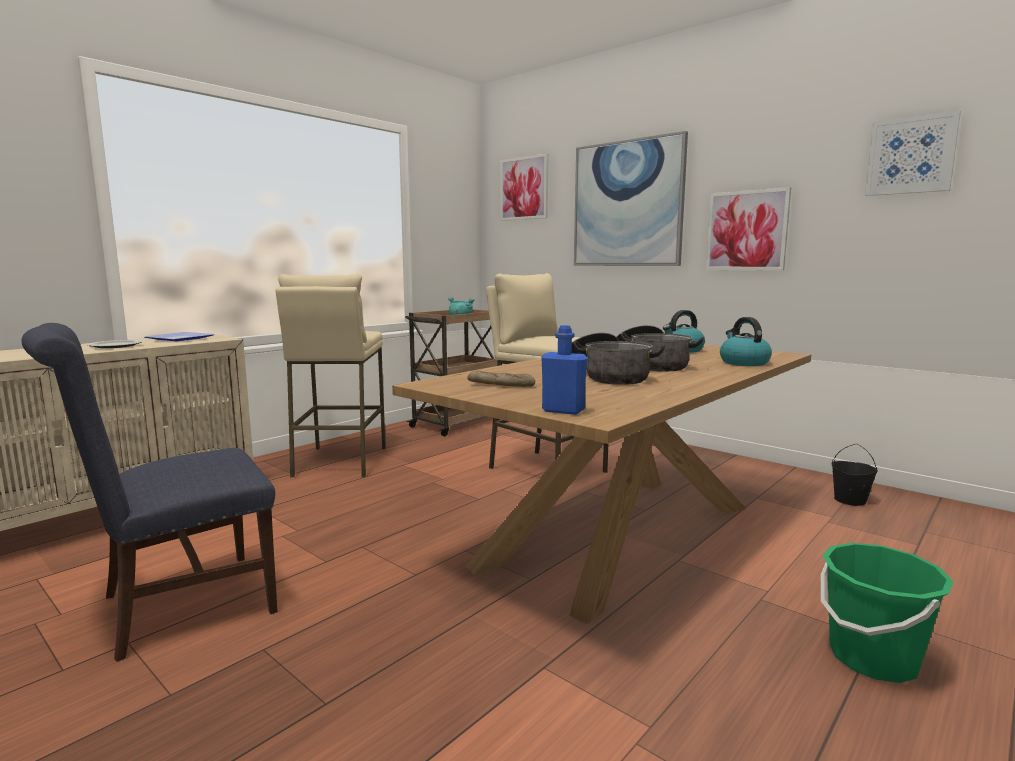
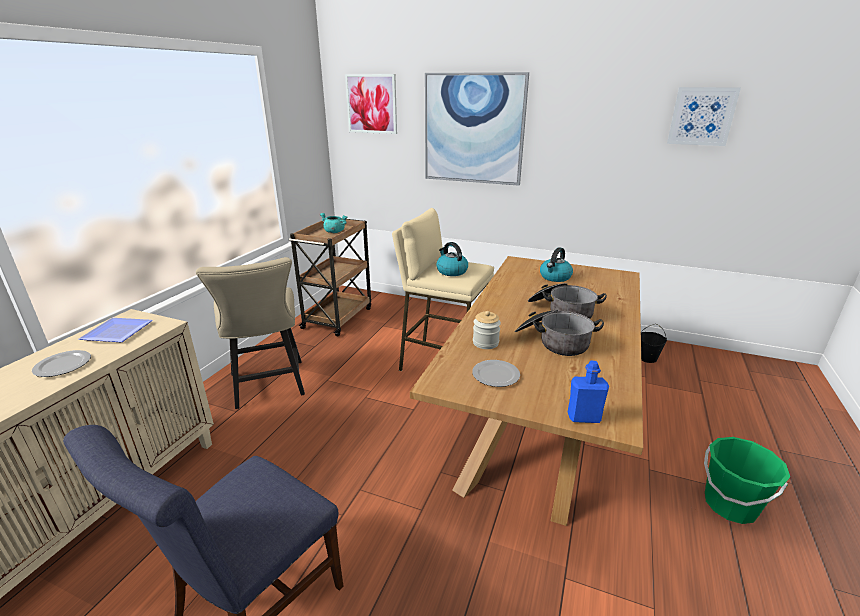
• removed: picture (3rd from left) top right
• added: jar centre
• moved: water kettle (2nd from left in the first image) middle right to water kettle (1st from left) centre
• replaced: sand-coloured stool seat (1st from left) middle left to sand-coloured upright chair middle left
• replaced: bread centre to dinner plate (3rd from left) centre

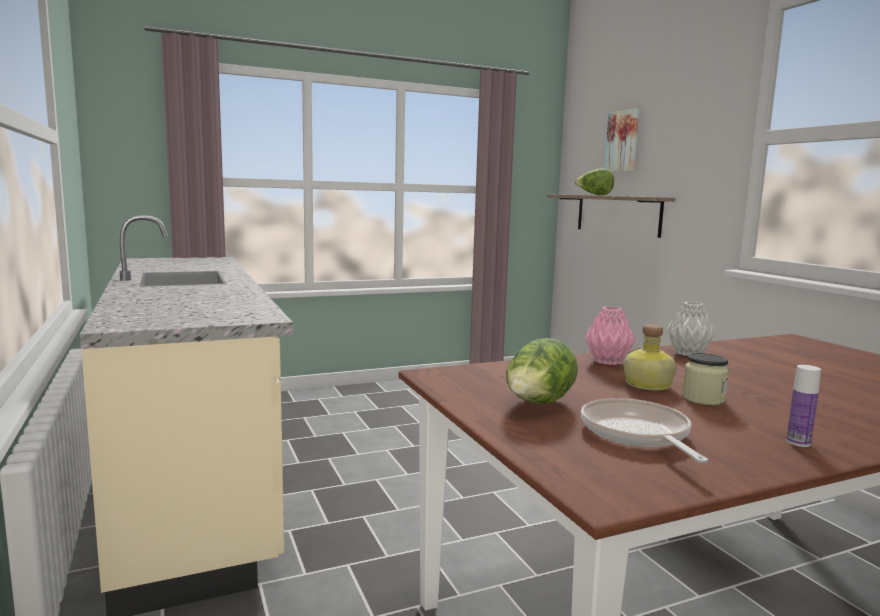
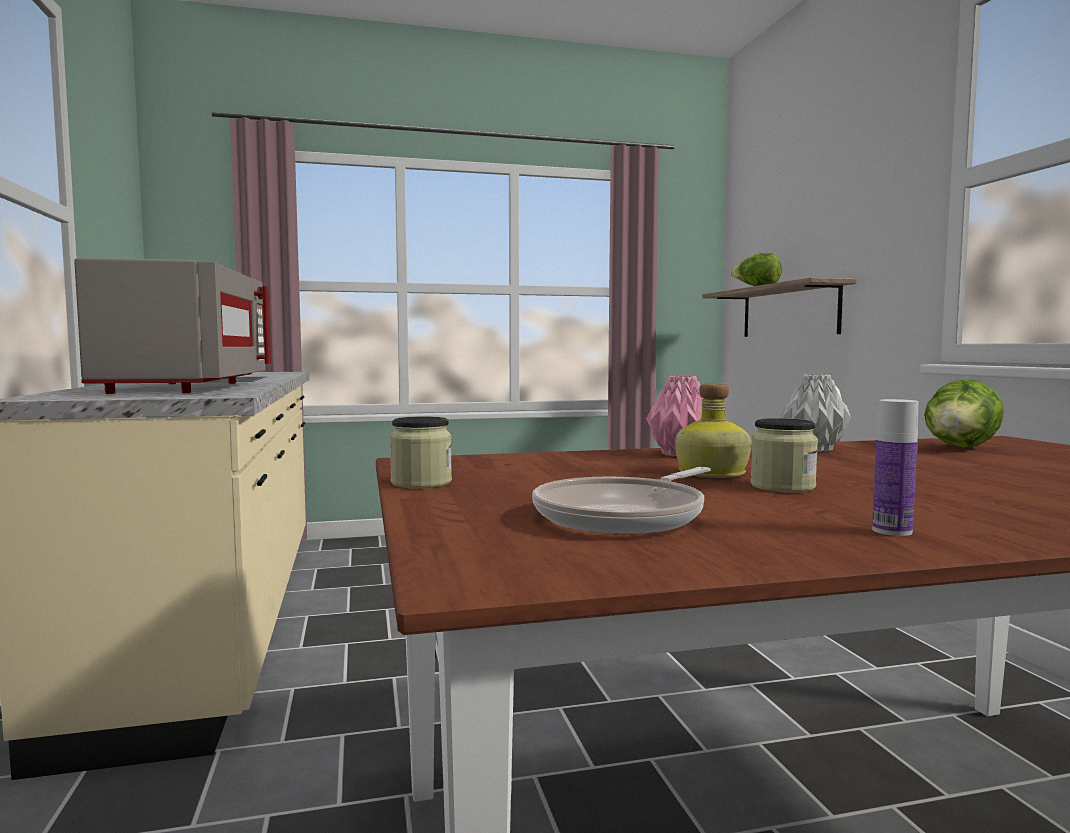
• removed: picture top right
• added: grey microwave middle left
• added: jar (1st from left) centre
• moved: lettuce (1st from left in the first image) centre to lettuce (2nd from left) middle right
• turned: frying pan bottom right = centre 135 degrees counterclockwise

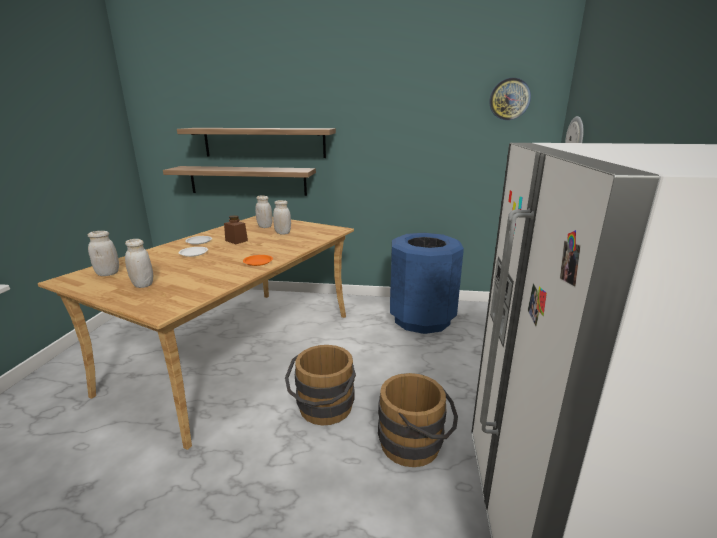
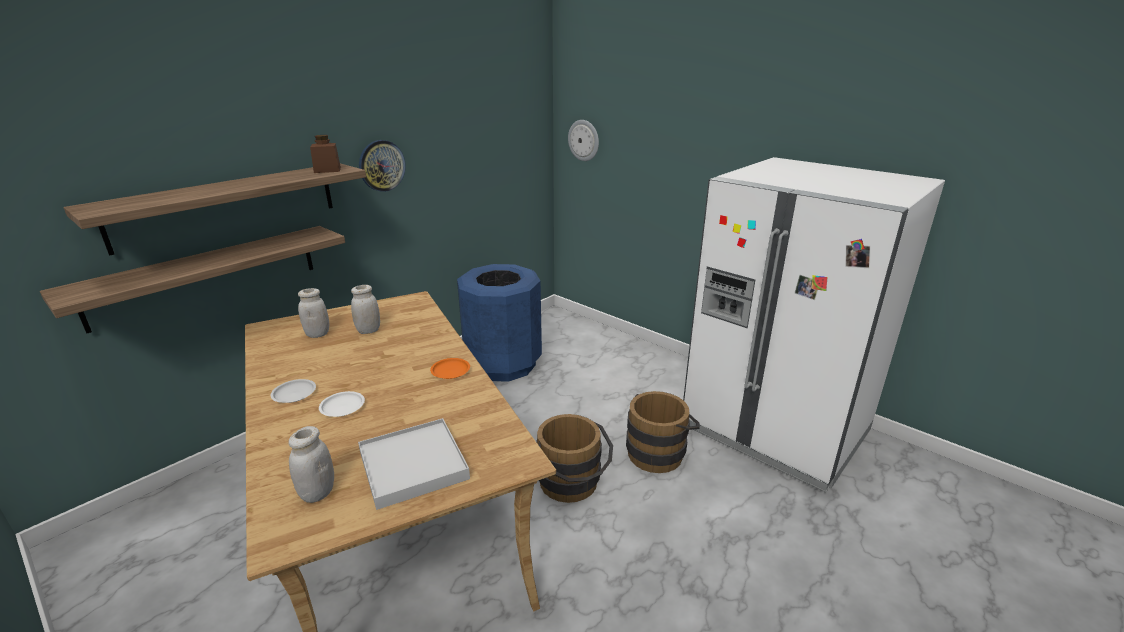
• moved: brownish jar middle left to top left
• moved: wall clock (1st from left) top right to top centre
• replaced: whitish jar (2nd from left) middle left to whitish tray bottom centre

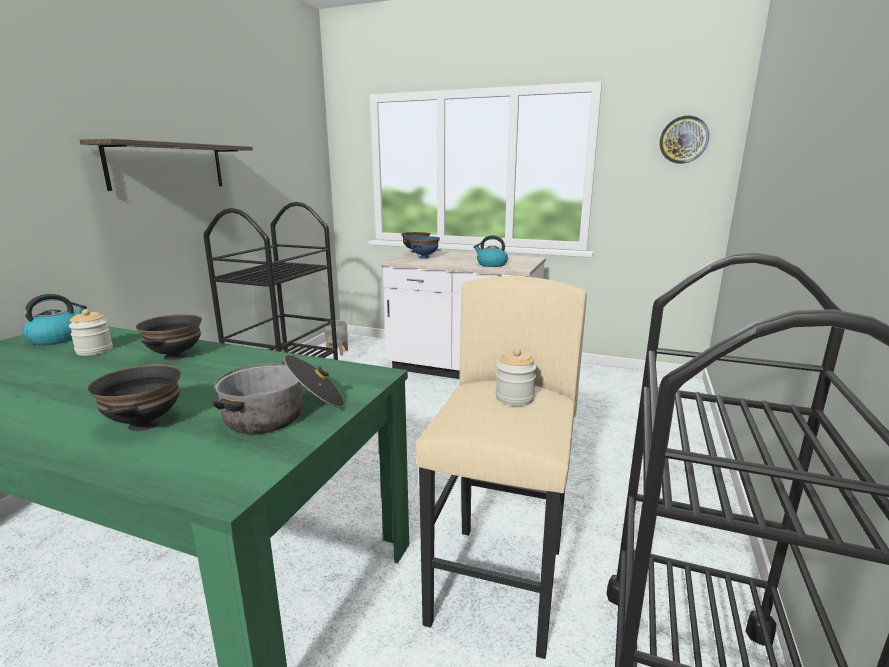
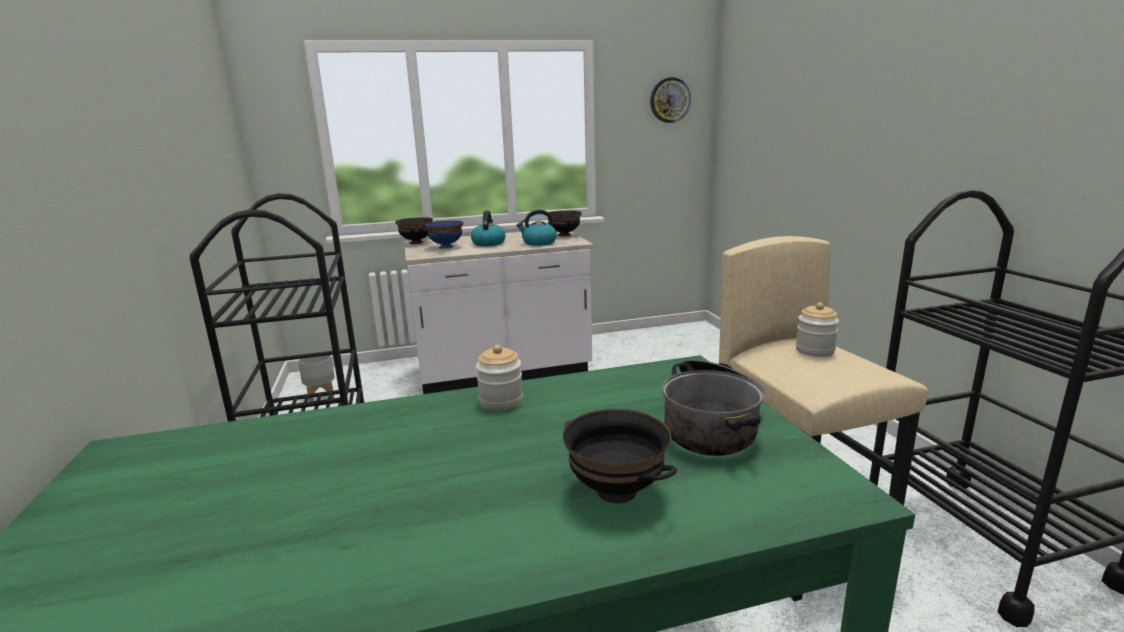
• removed: wall shelf top left
• moved: water kettle (1st from left) middle left to centre
• moved: jar (1st from left) middle left to centre
• moved: blackish deep dish (2nd from left) middle left to centre

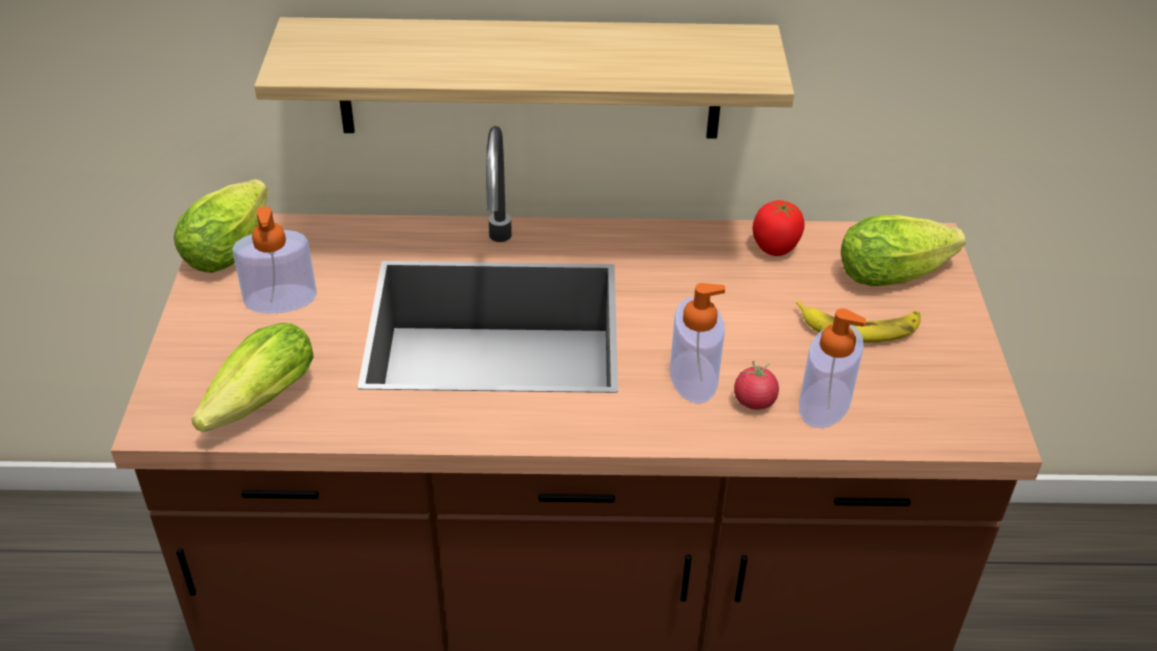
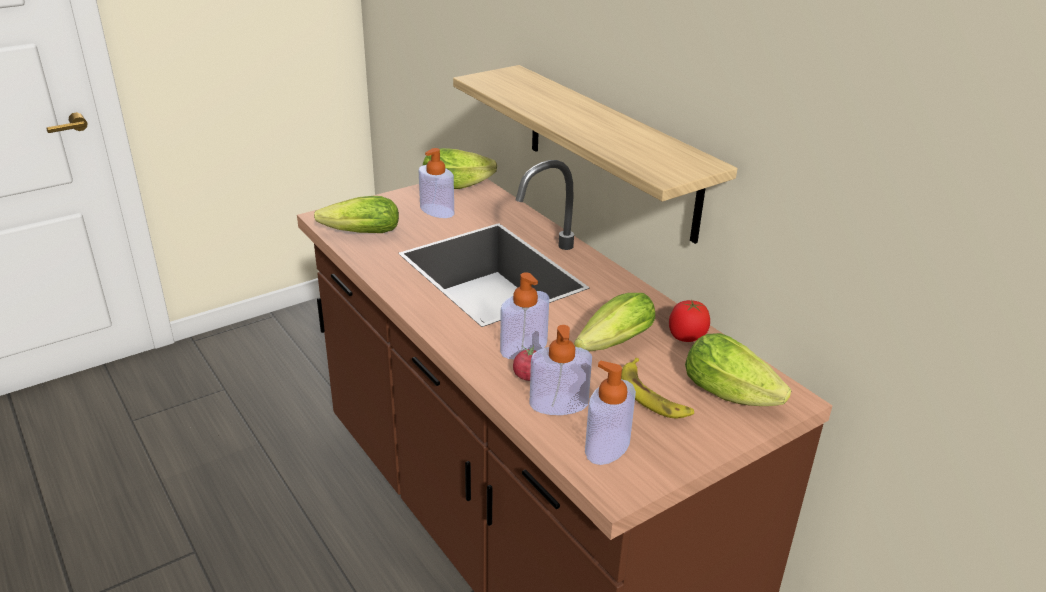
• added: lettuce (3rd from left) centre
• added: soap bottle (4th from left) bottom centre

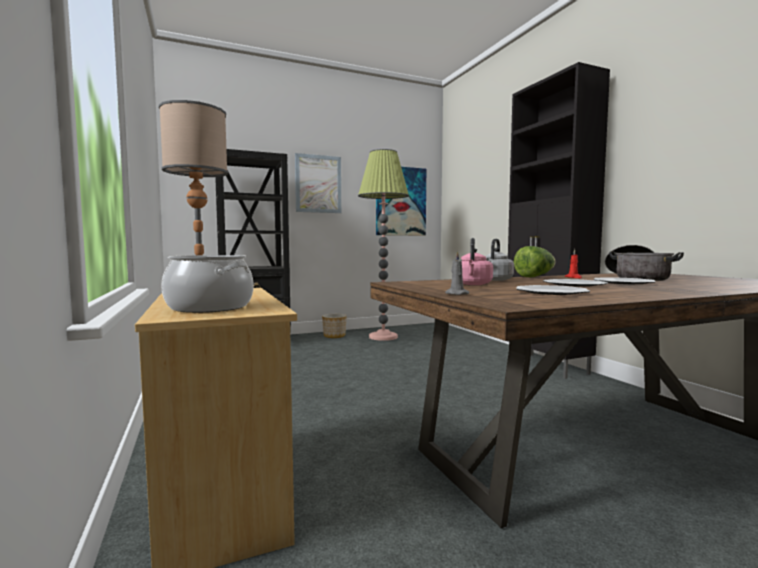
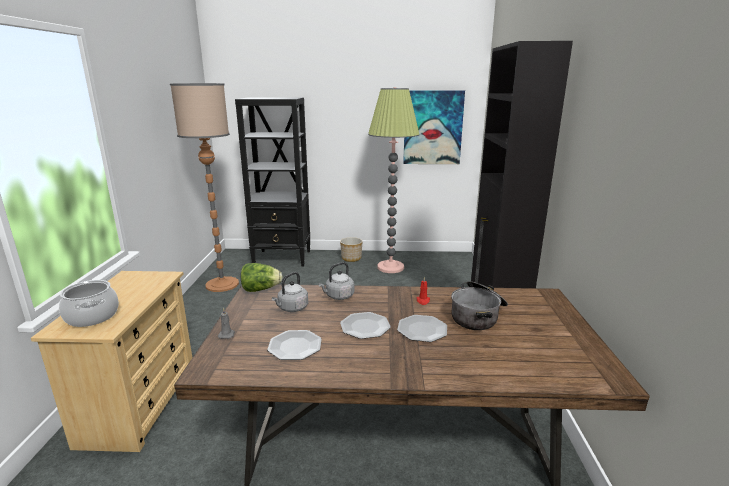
• removed: picture (1st from left) top centre
• moved: lettuce middle right to centre
• recoloured: pink-coloured water kettle centre to grey water kettle (1st from left) centre

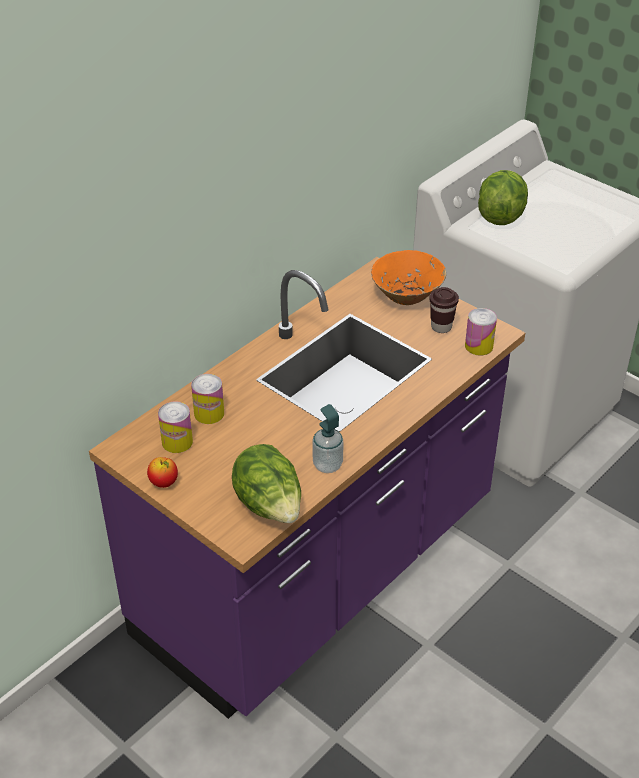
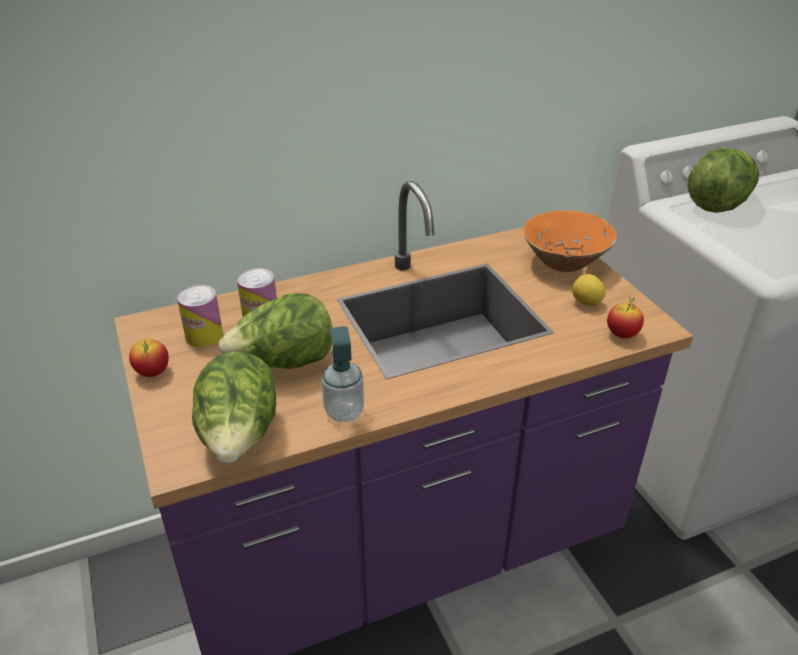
• added: lettuce (2nd from left) centre
• replaced: brownish drinking cup middle right to lemon middle right
• replaced: metal can (3rd from left) middle right to apple fruit (2nd from left) middle right

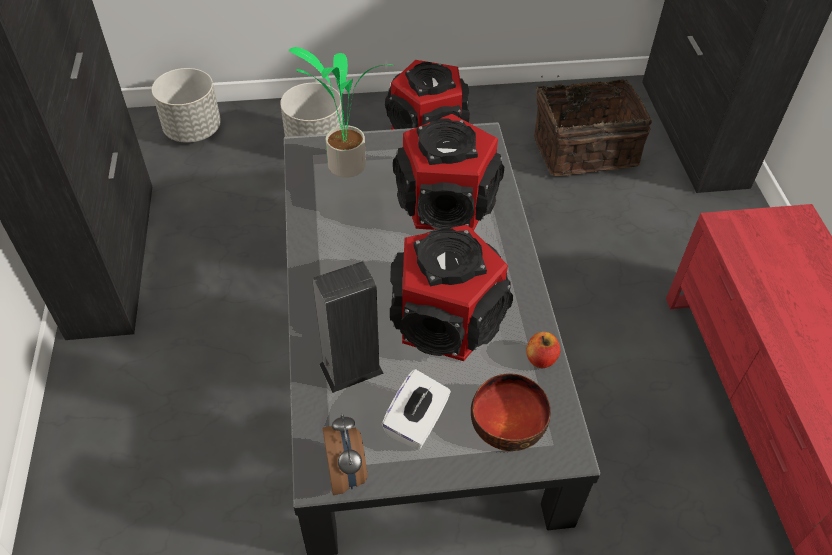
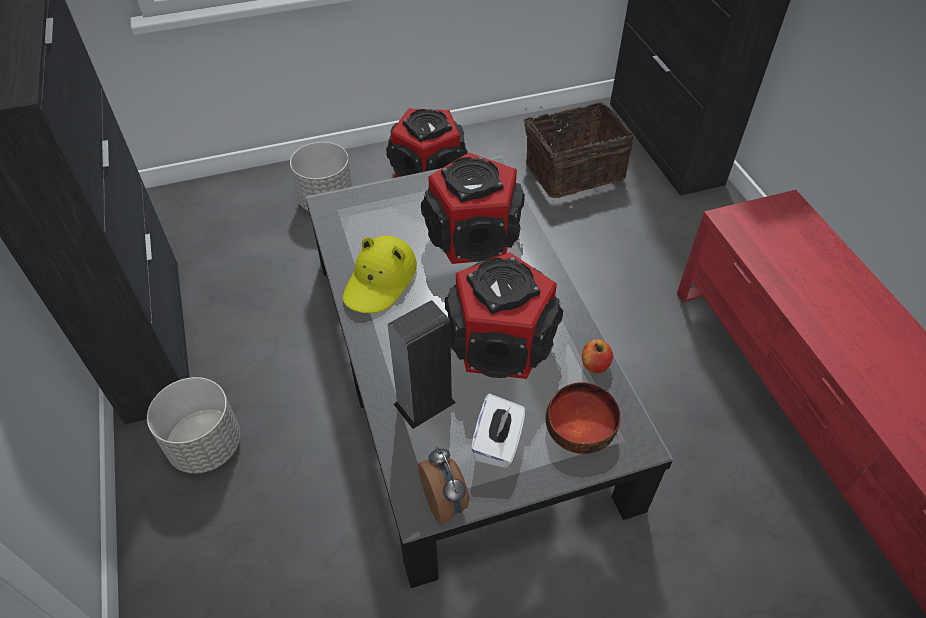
• removed: houseplant top centre
• added: yellow clothing hat centre
• moved: grey planter (1st from left) top left to bottom left

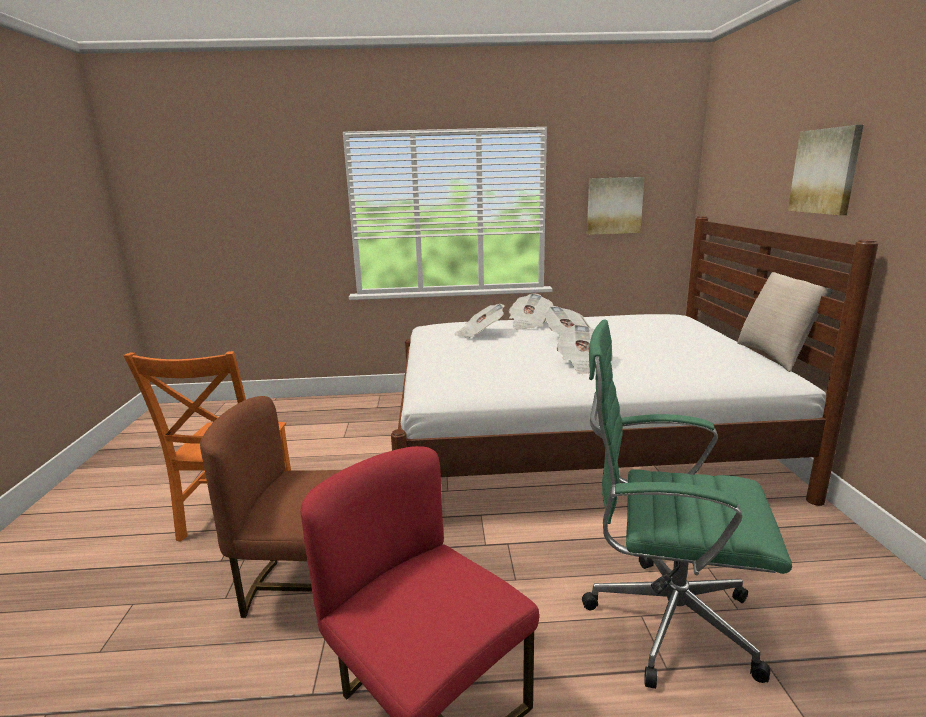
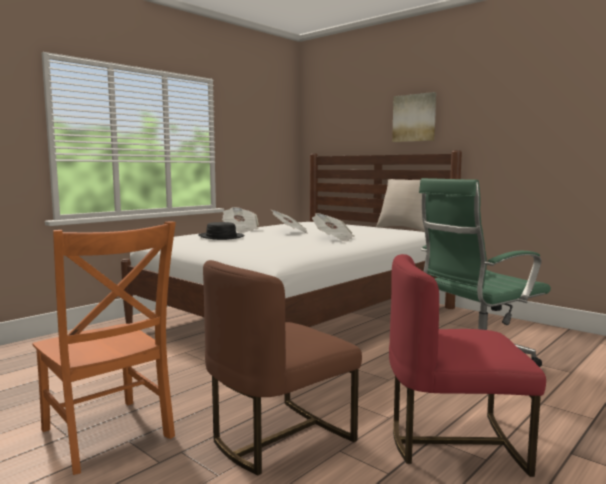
• removed: picture (1st from left) top centre
• replaced: newspaper (1st from left) centre to blackish clothing hat centre

